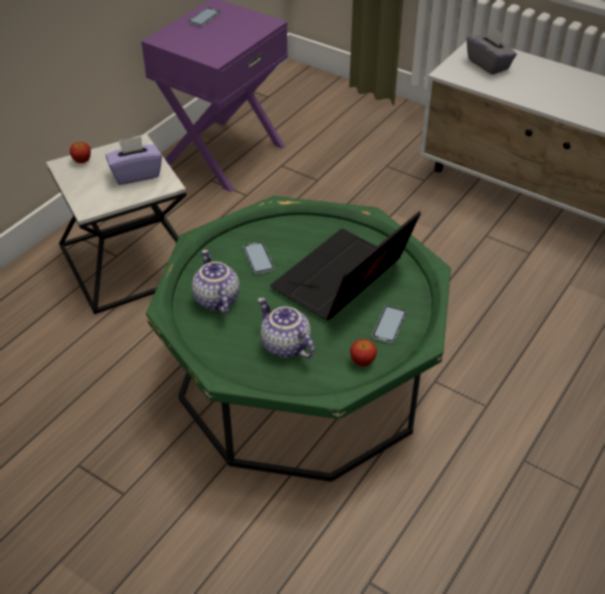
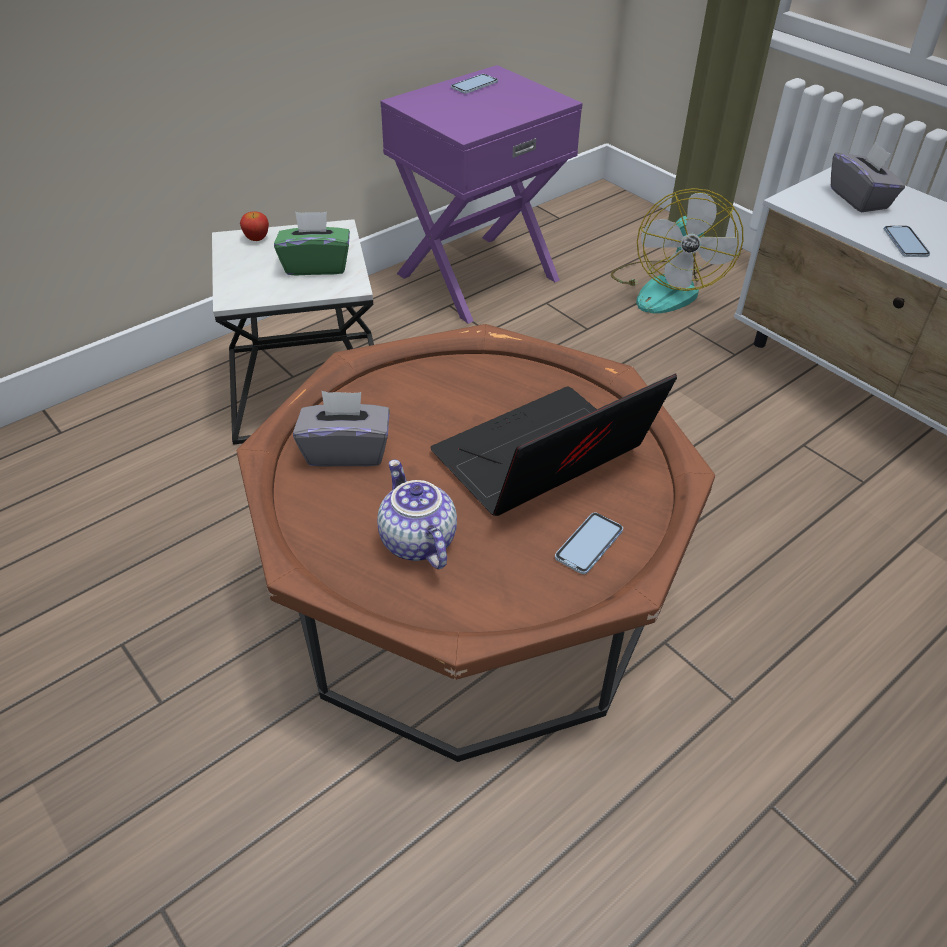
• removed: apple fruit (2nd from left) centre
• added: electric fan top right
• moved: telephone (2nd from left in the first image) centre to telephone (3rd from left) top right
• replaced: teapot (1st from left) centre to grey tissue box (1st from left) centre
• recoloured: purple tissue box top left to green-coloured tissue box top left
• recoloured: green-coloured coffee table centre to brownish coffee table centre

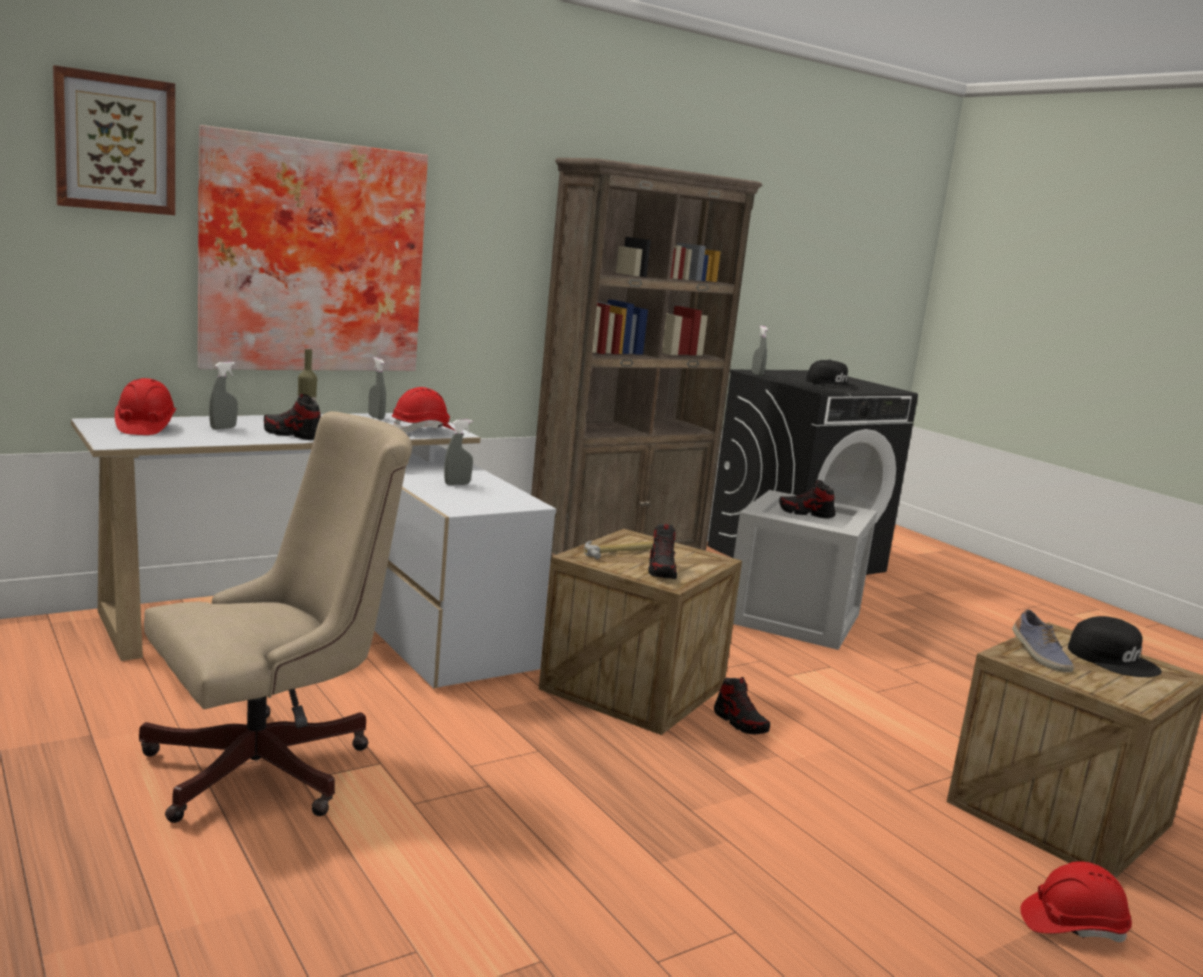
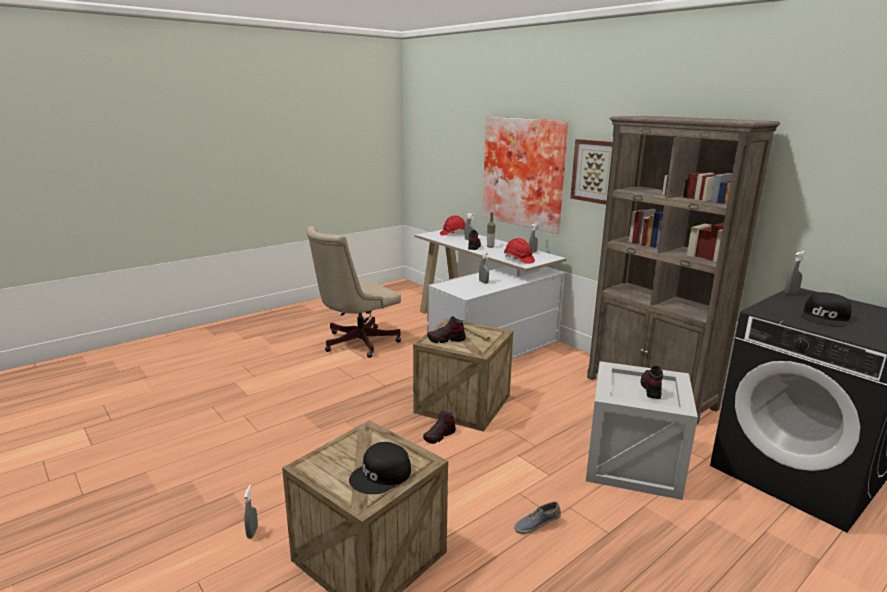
• moved: picture (1st from left in the first image) top left to picture (2nd from left) top centre
• moved: low shoe (5th from left in the first image) middle right to low shoe (4th from left) bottom centre
• replaced: red-coloured hard hat (3rd from left) bottom right to grey spray bottle (1st from left) bottom left
• turned: sand-coloured computer chair middle left = centre 90 degrees clockwise

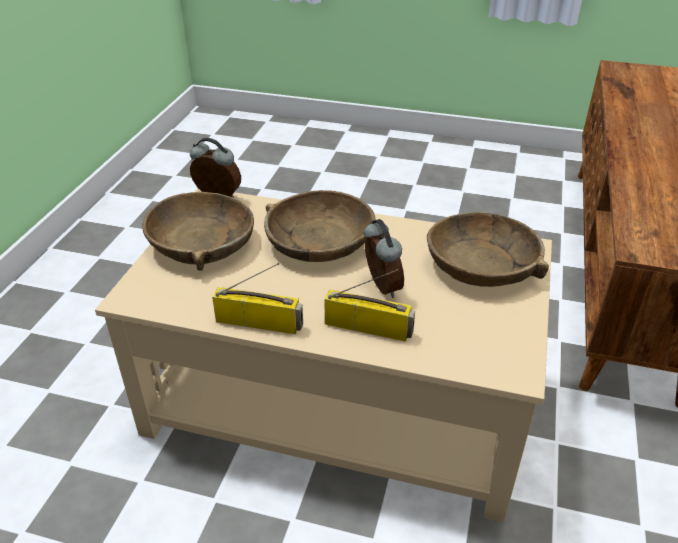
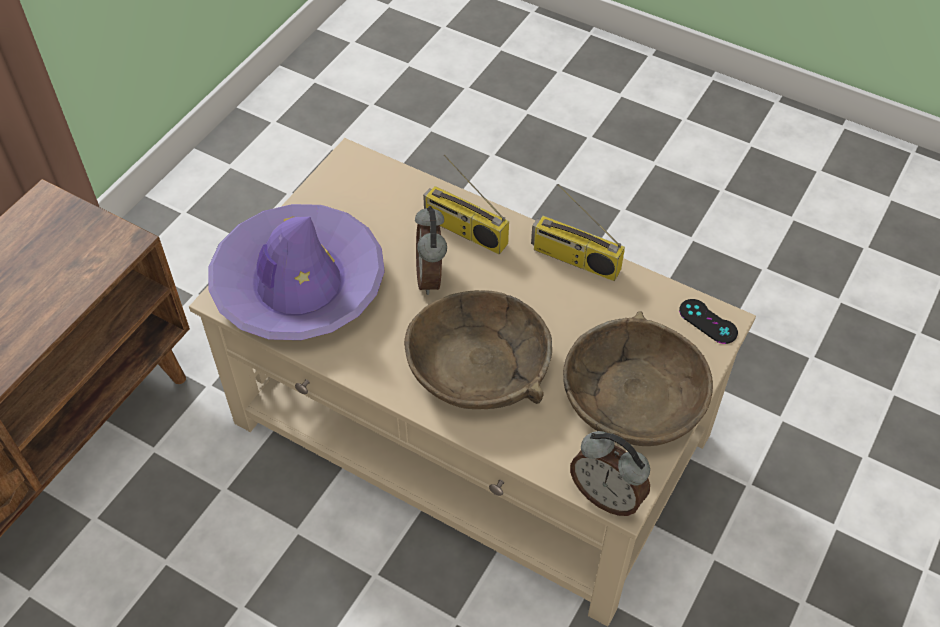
• added: blackish gamepad middle right
• replaced: brownish deep dish (3rd from left) middle right to purple clothing hat middle left

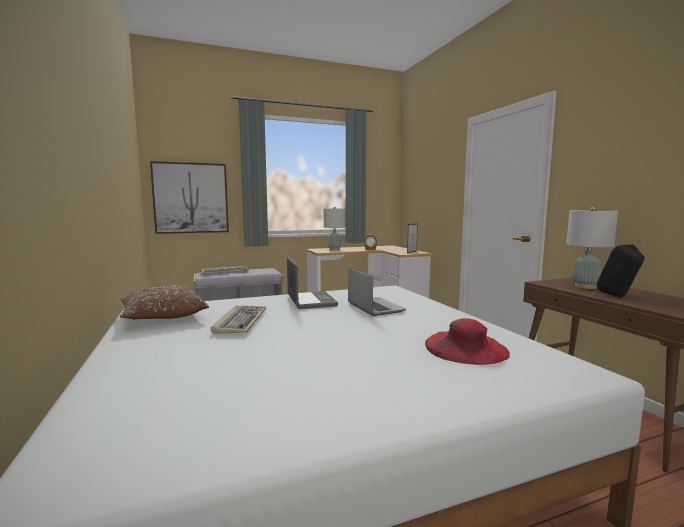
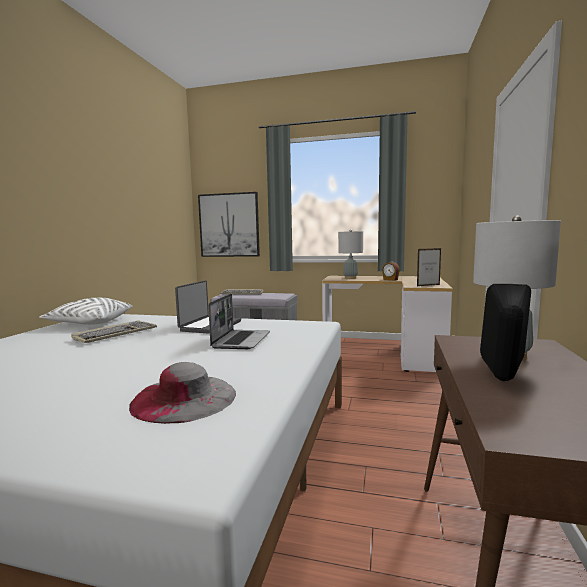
• recoloured: brownish cushion middle left to whitish cushion middle left
• recoloured: red-coloured clothing hat middle right to grey clothing hat bottom left

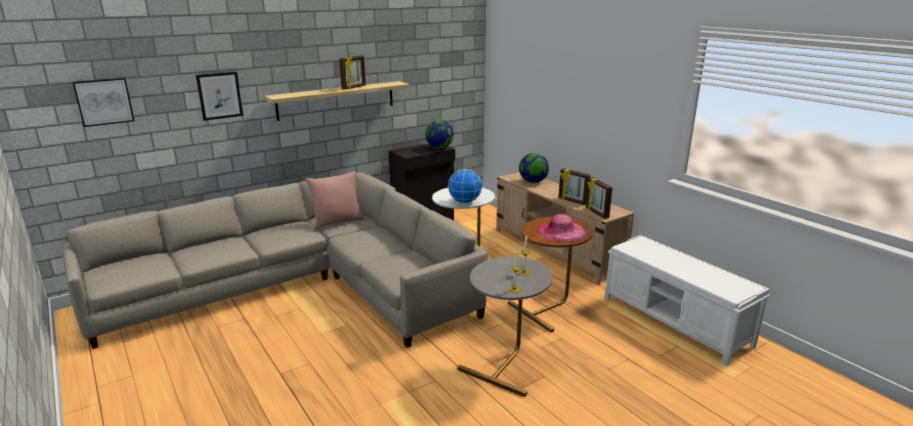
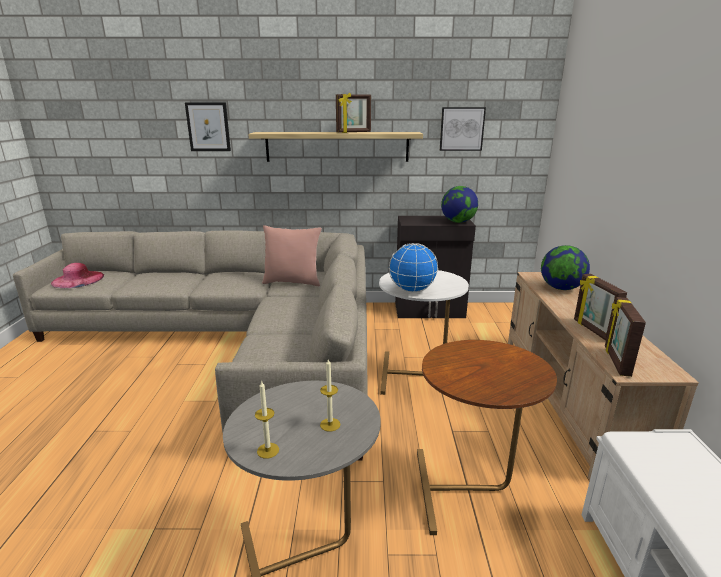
• moved: picture (1st from left in the first image) top left to picture (2nd from left) top centre
• moved: pink-coloured clothing hat centre to middle left

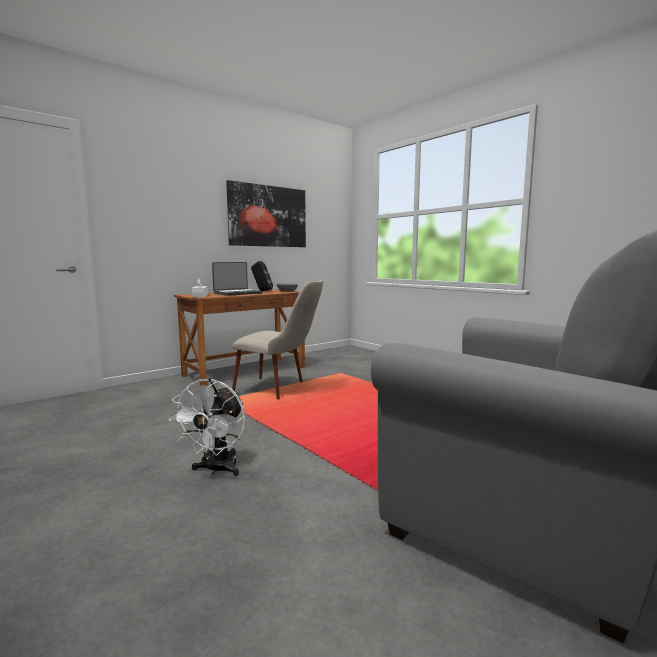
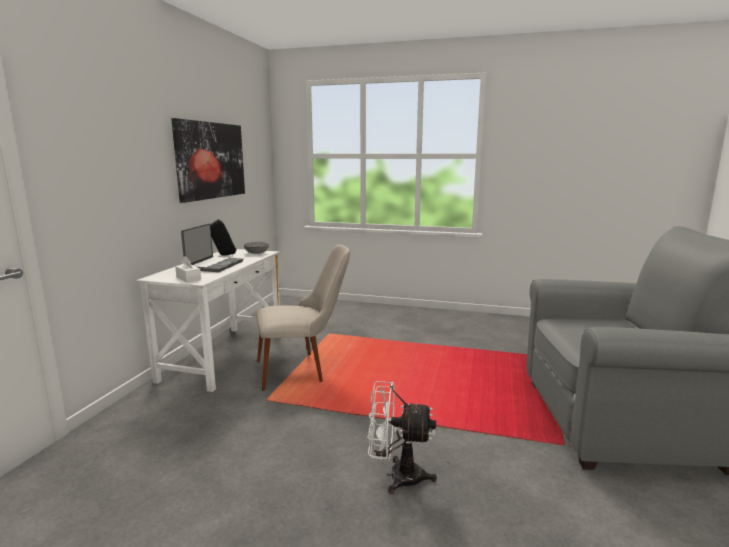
• recoloured: brownish desk unit centre to whitish desk unit middle left
• turned: whitish electric fan middle left = bottom centre 120 degrees clockwise

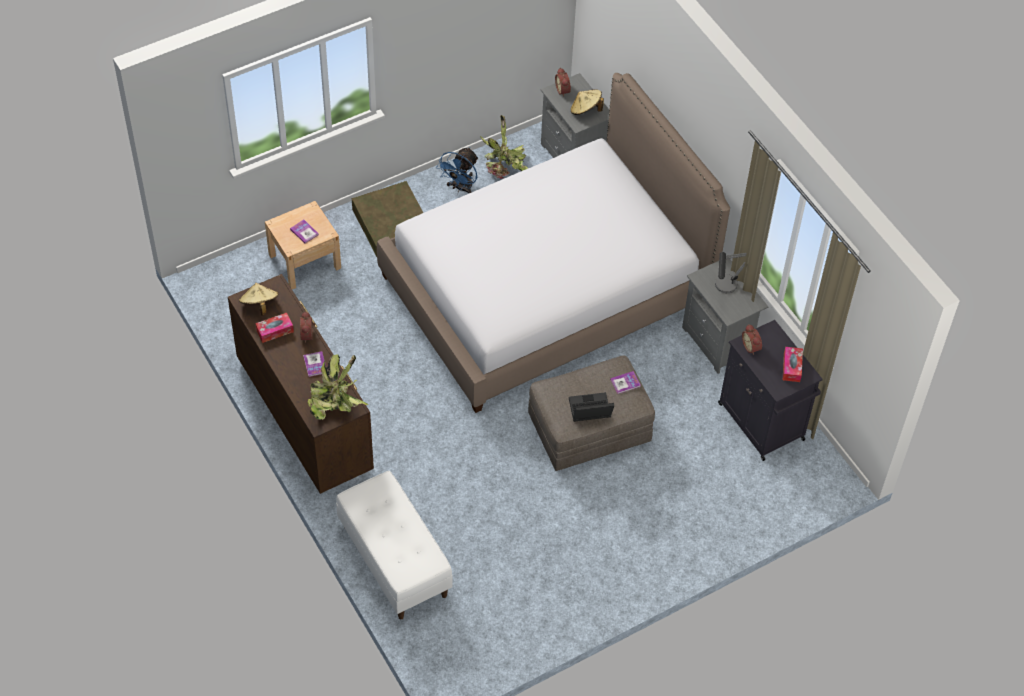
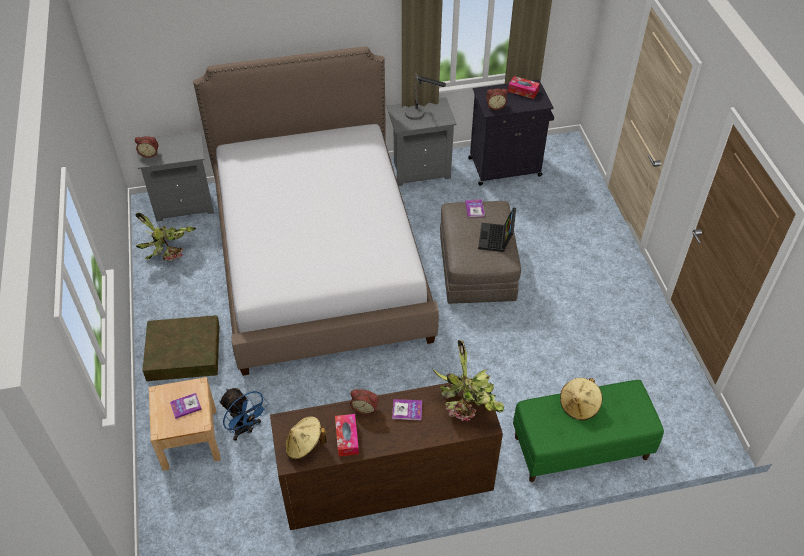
• moved: blue-coloured electric fan top centre to bottom left
• moved: sand-coloured clothing hat (2nd from left) top centre to bottom right
• recoloured: whitish long seat bottom centre to green-coloured long seat bottom right

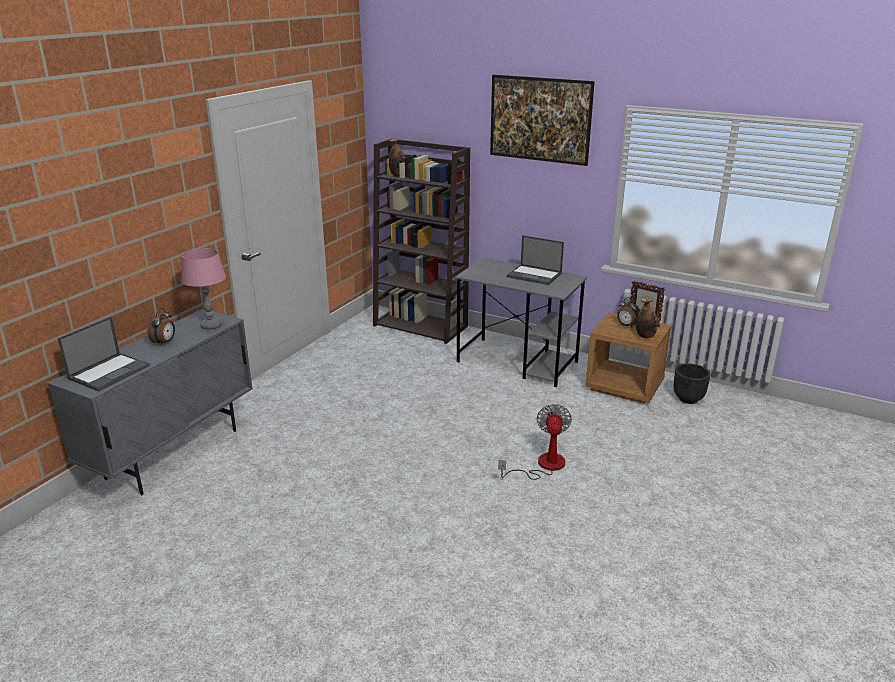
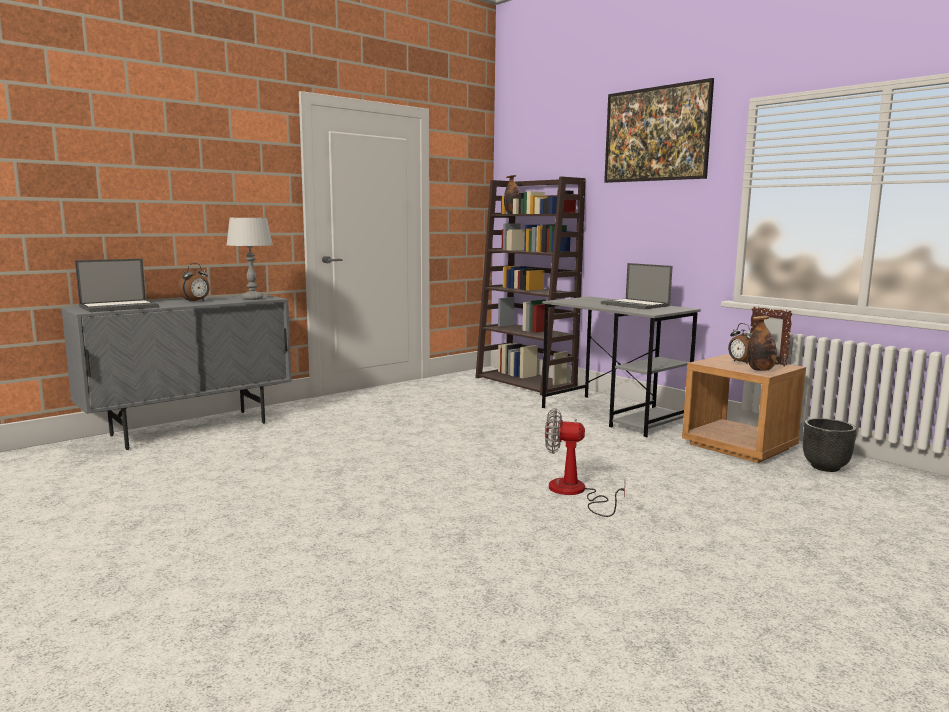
• recoloured: pink-coloured table lamp middle left to grey table lamp middle left
• turned: electric fan centre = centre 105 degrees counterclockwise

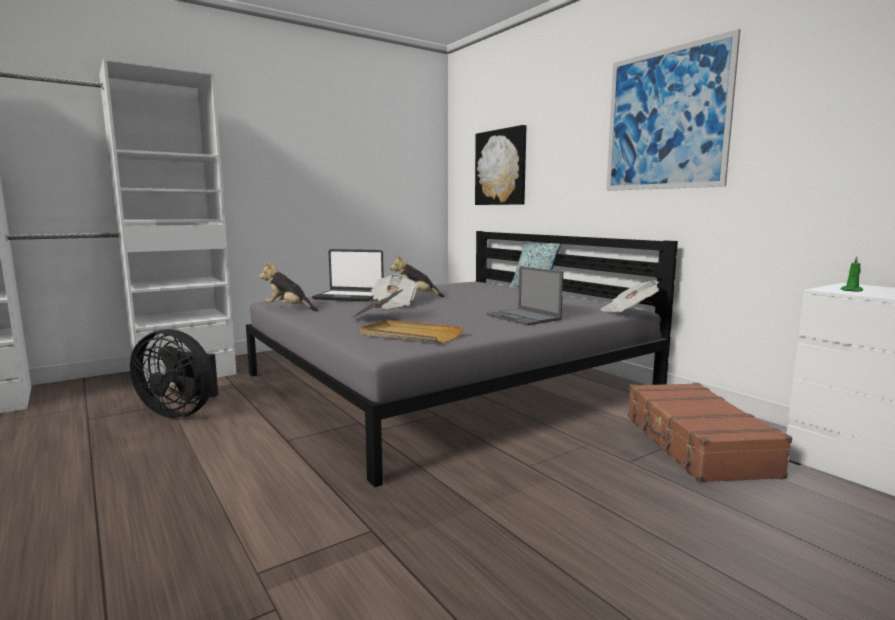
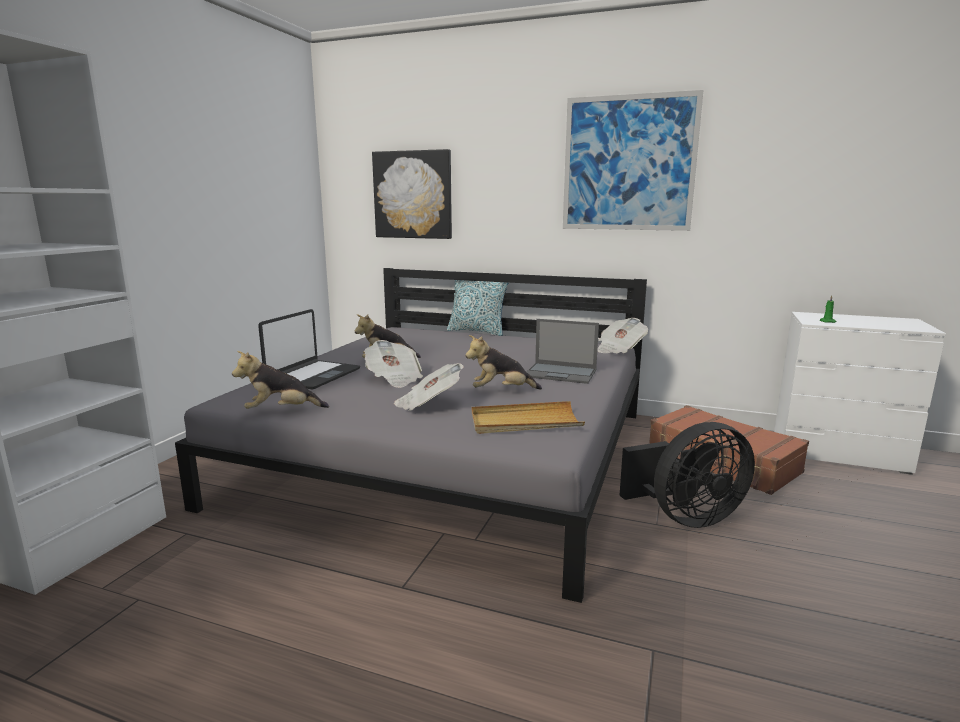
• added: plush toy (3rd from left) centre
• moved: blackish electric fan middle left to middle right
• turned: notebook computer (1st from left) centre = middle left 45 degrees counterclockwise

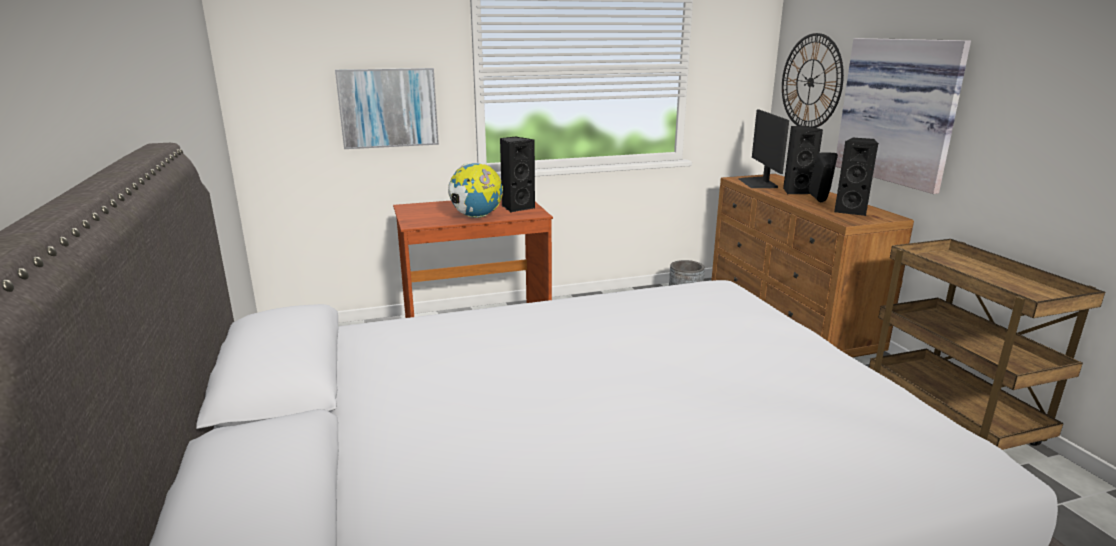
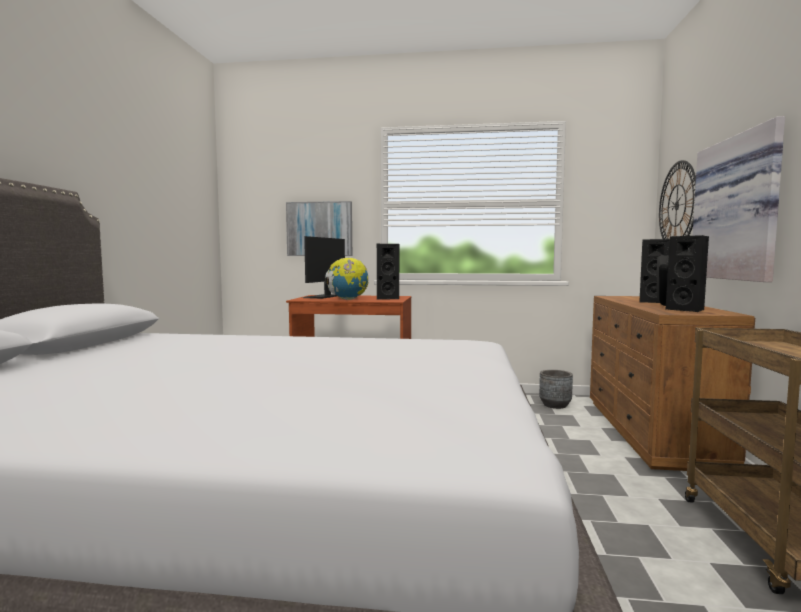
• moved: computer screen top right to centre

